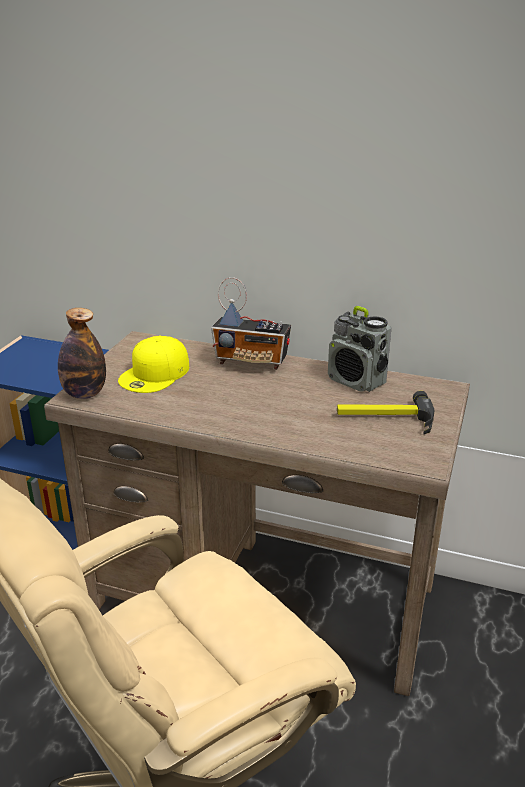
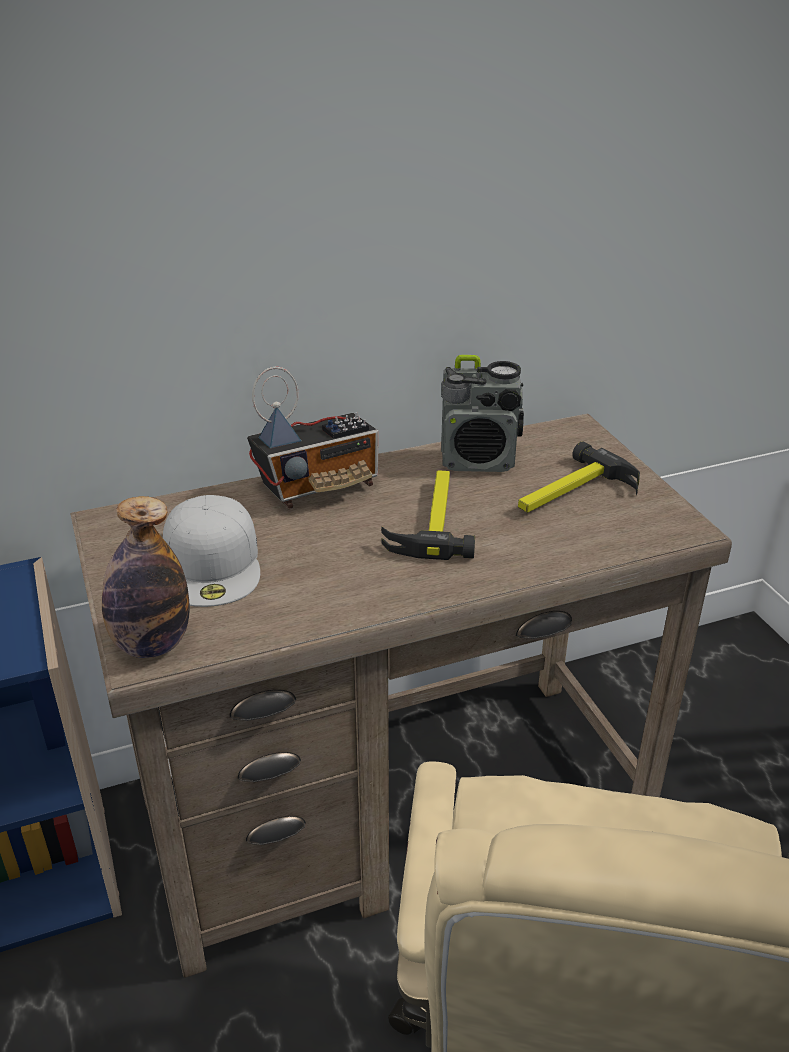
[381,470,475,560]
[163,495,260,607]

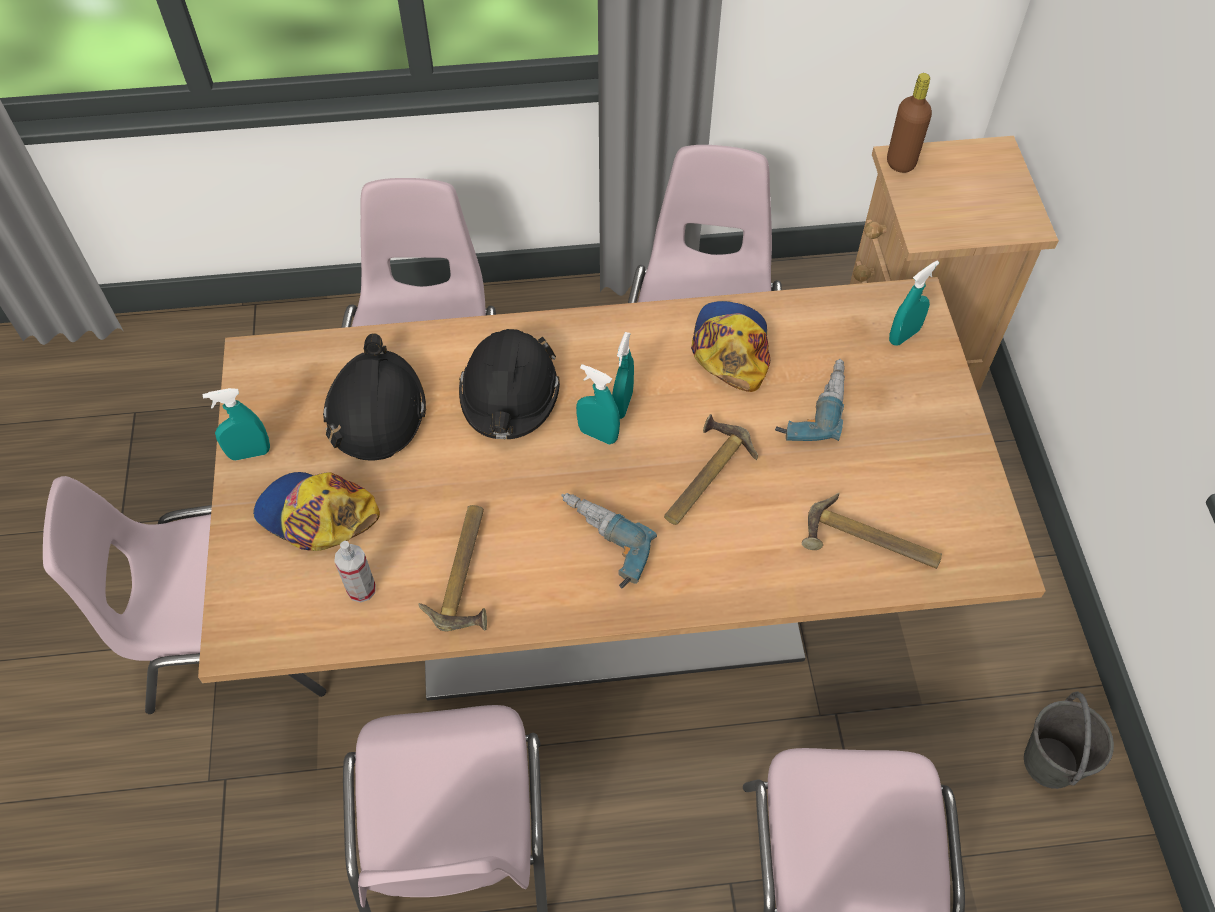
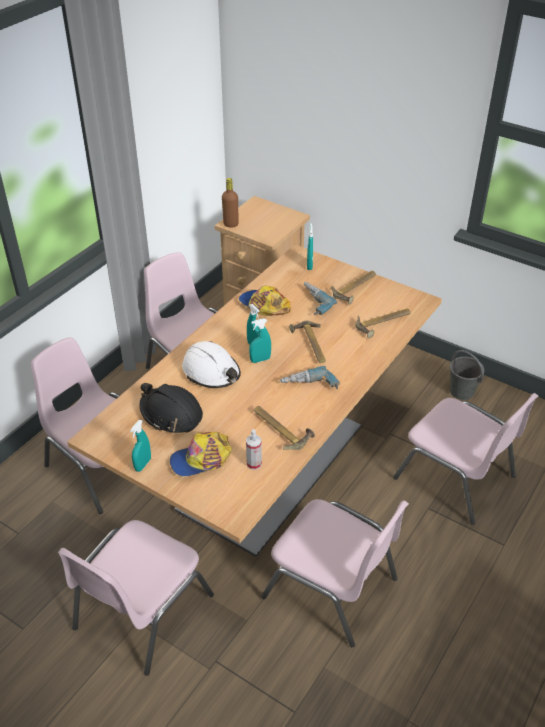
[332,271,376,304]
[182,341,241,388]

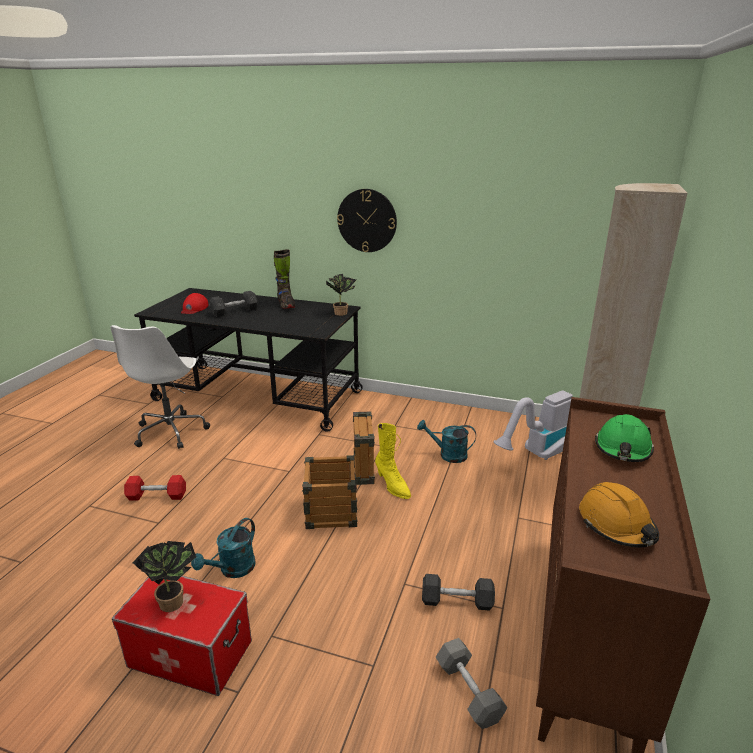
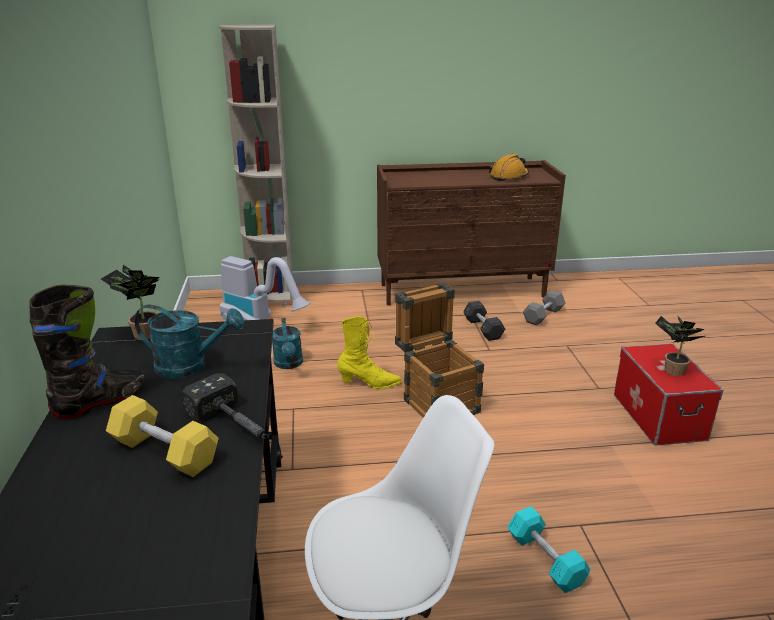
[181,293,208,314] (first image)
[337,189,397,252] (first image)
[595,414,654,462] (first image)
[181,374,269,439]
[134,304,244,379]
[507,506,590,593]
[106,395,219,477]
[337,316,402,389]

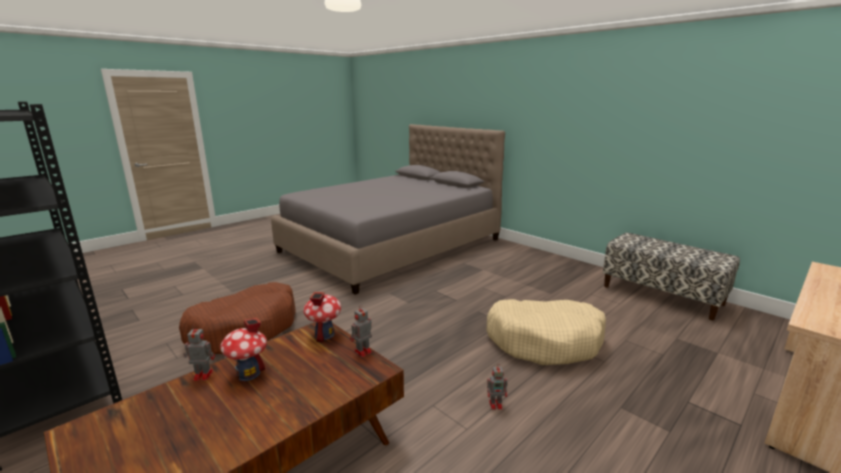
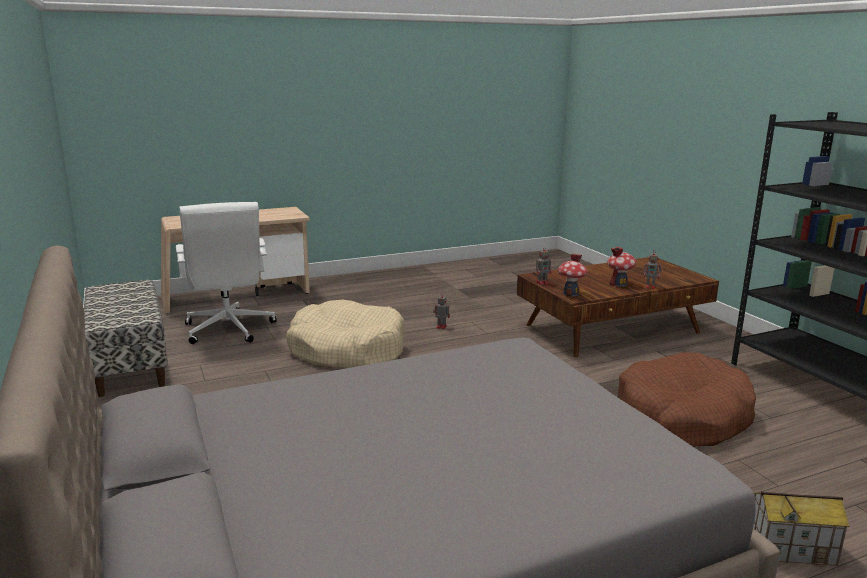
[176,202,277,344]
[753,492,849,567]

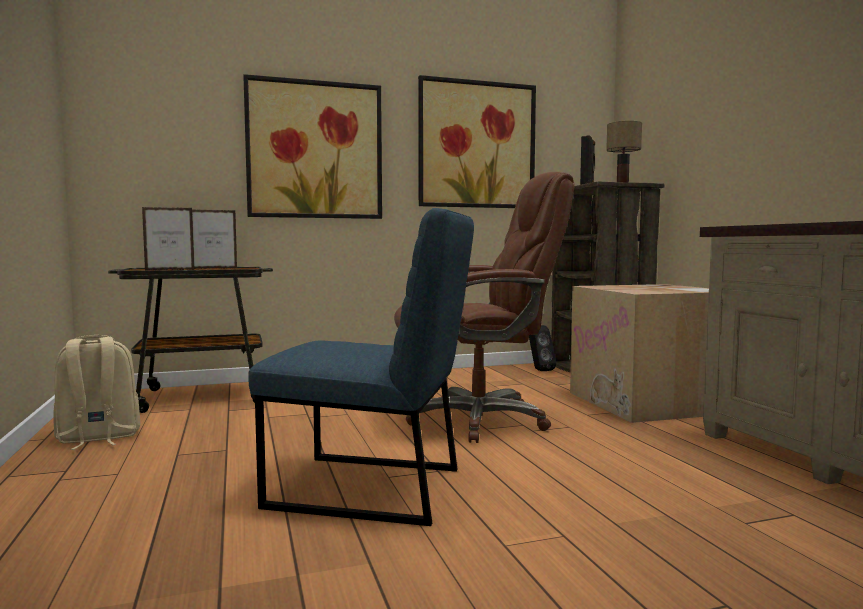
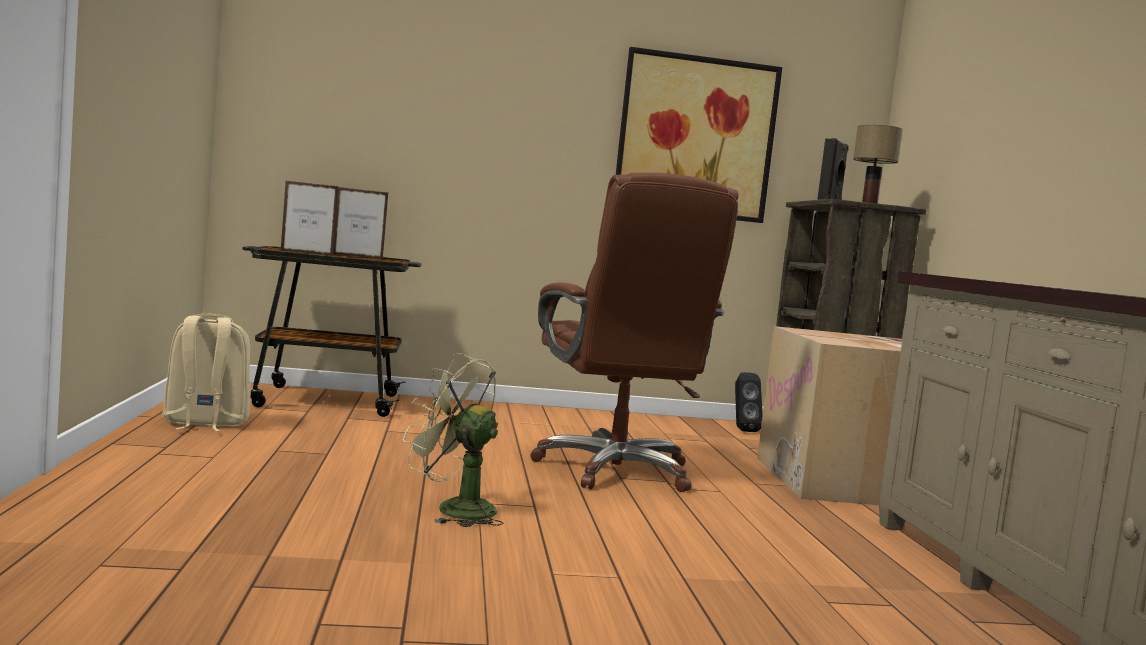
[243,74,382,219] (first image)
[403,353,504,527]
[530,172,739,492]

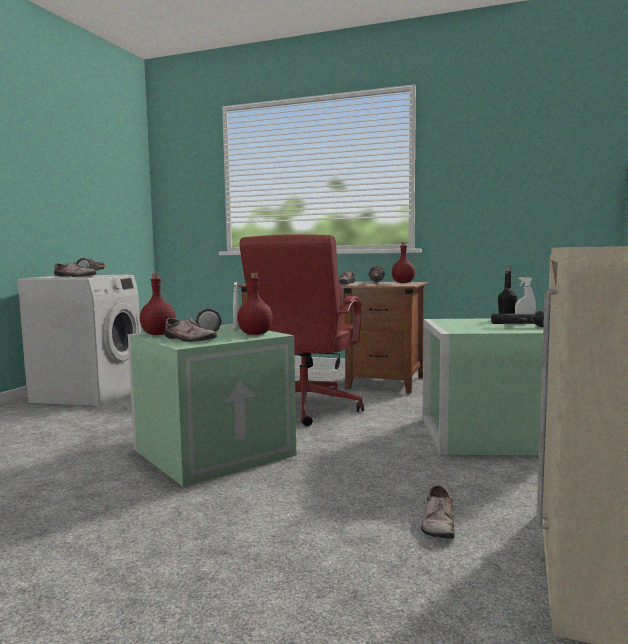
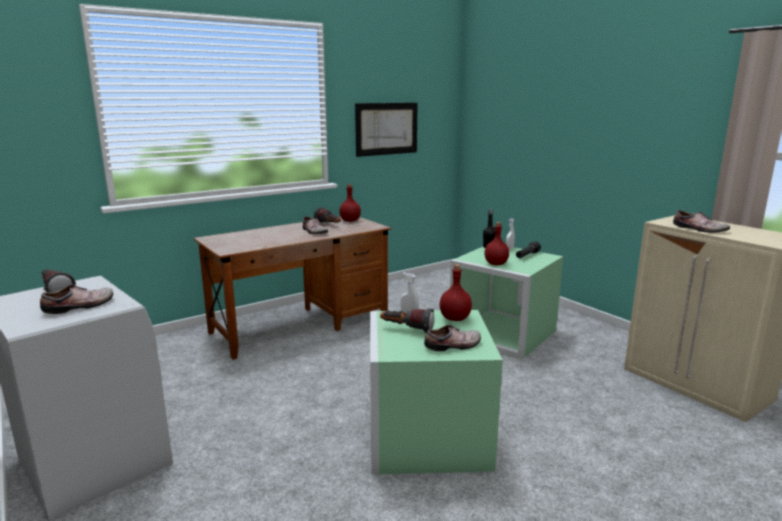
[240,234,364,426] (first image)
[355,103,418,157]
[484,222,509,265]
[673,210,730,233]

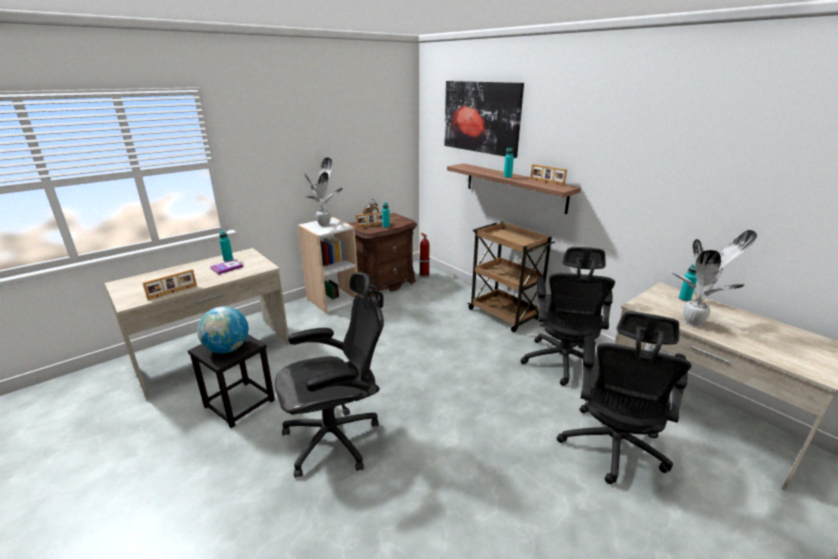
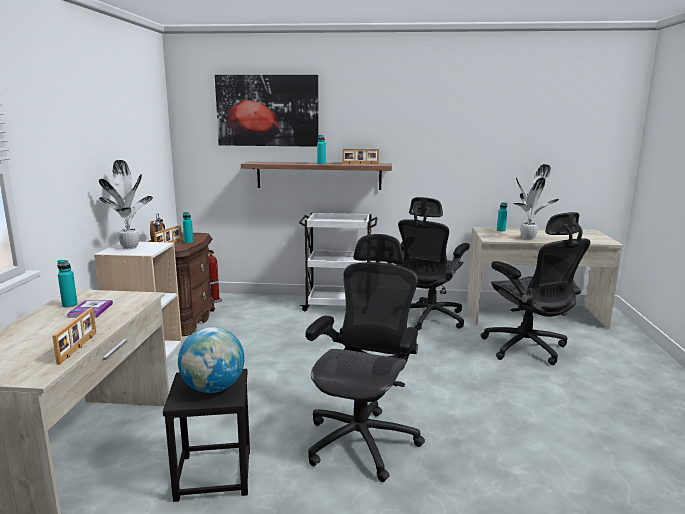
[299,213,378,311]
[396,197,470,330]

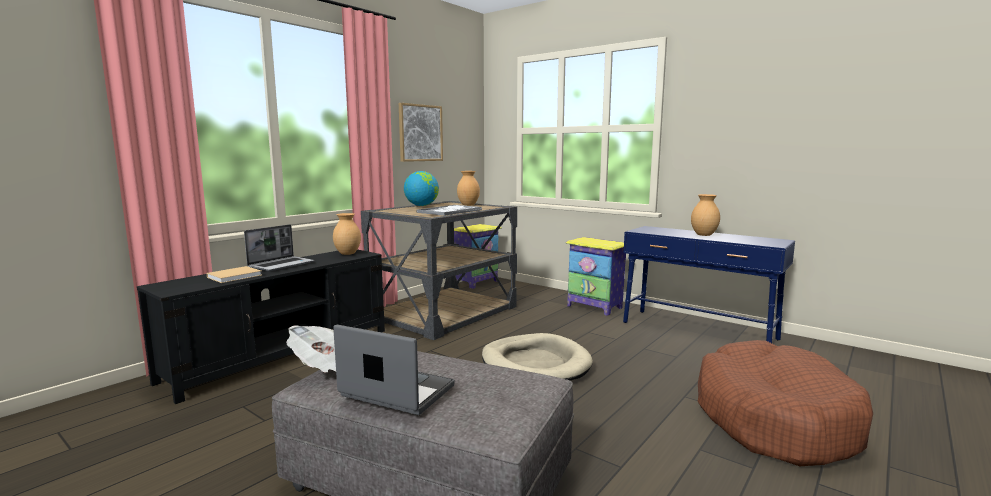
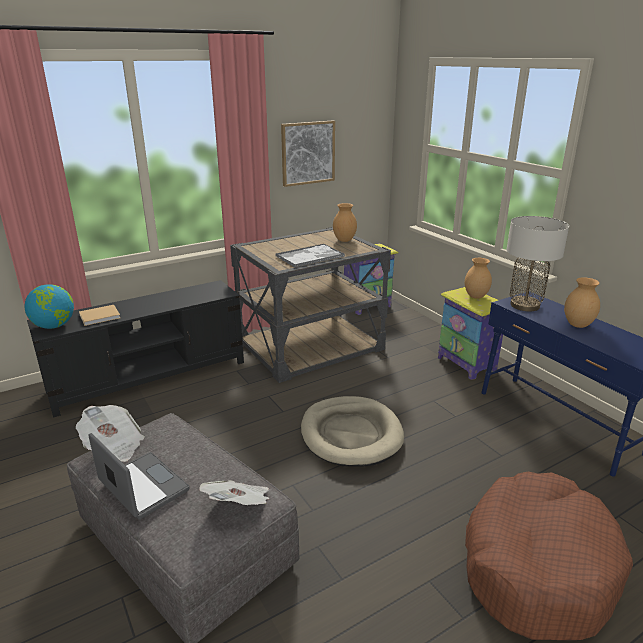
[244,224,314,271] (first image)
[199,480,269,505]
[506,216,569,311]
[465,258,492,299]
[24,284,74,329]

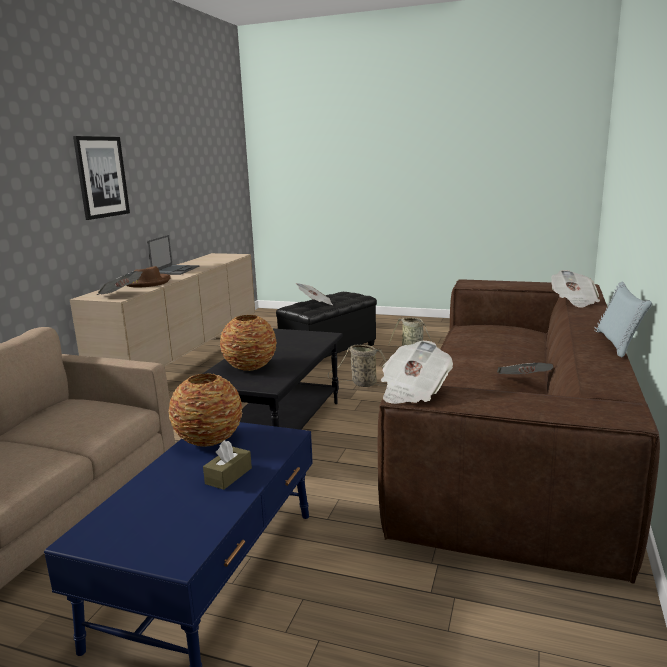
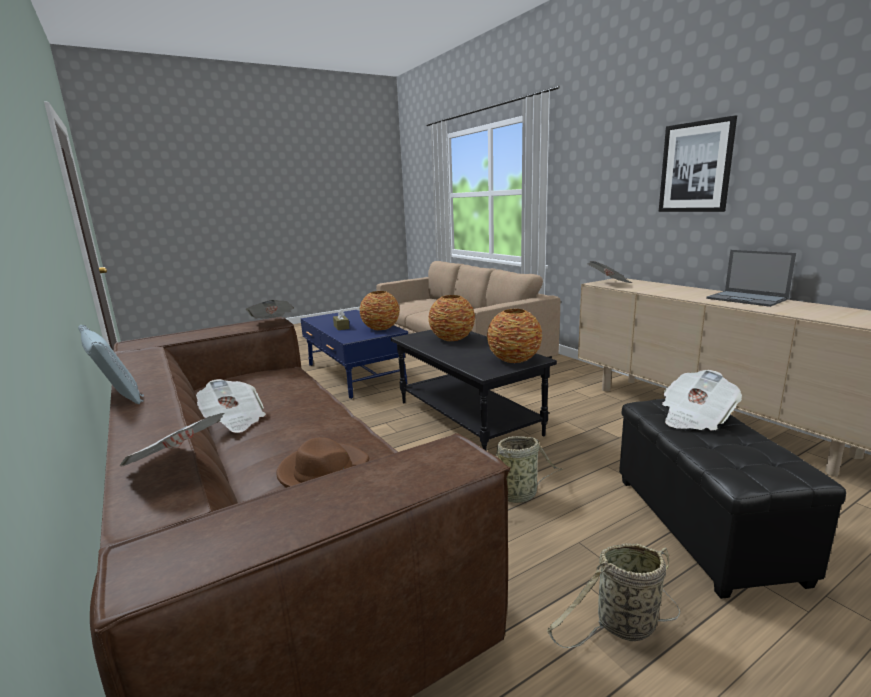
[487,309,542,363]
[276,437,369,487]

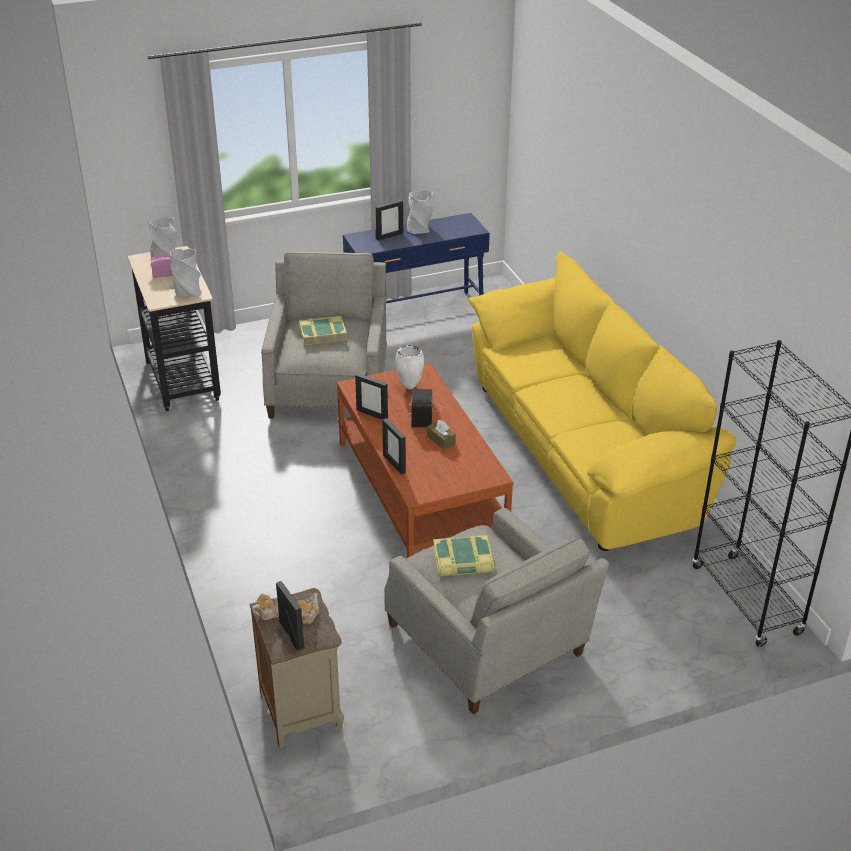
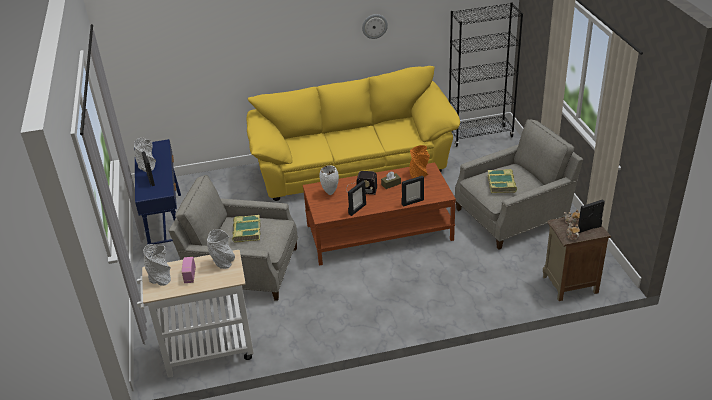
[362,14,388,39]
[409,145,430,178]
[137,250,254,377]

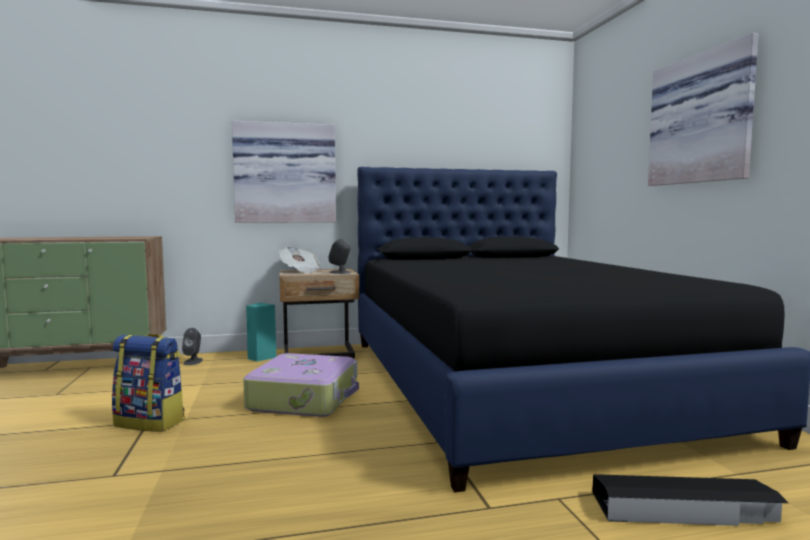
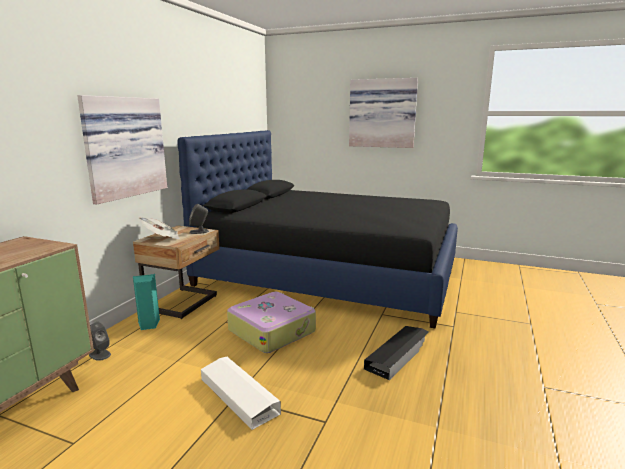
[364,326,429,380]
[201,357,281,430]

